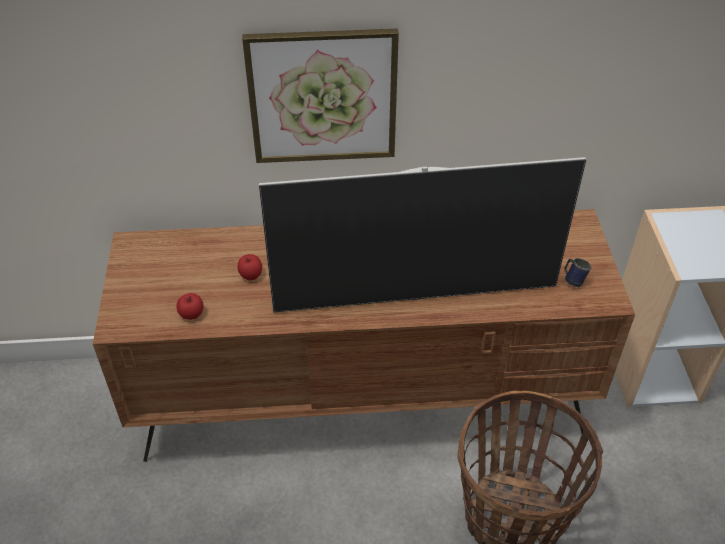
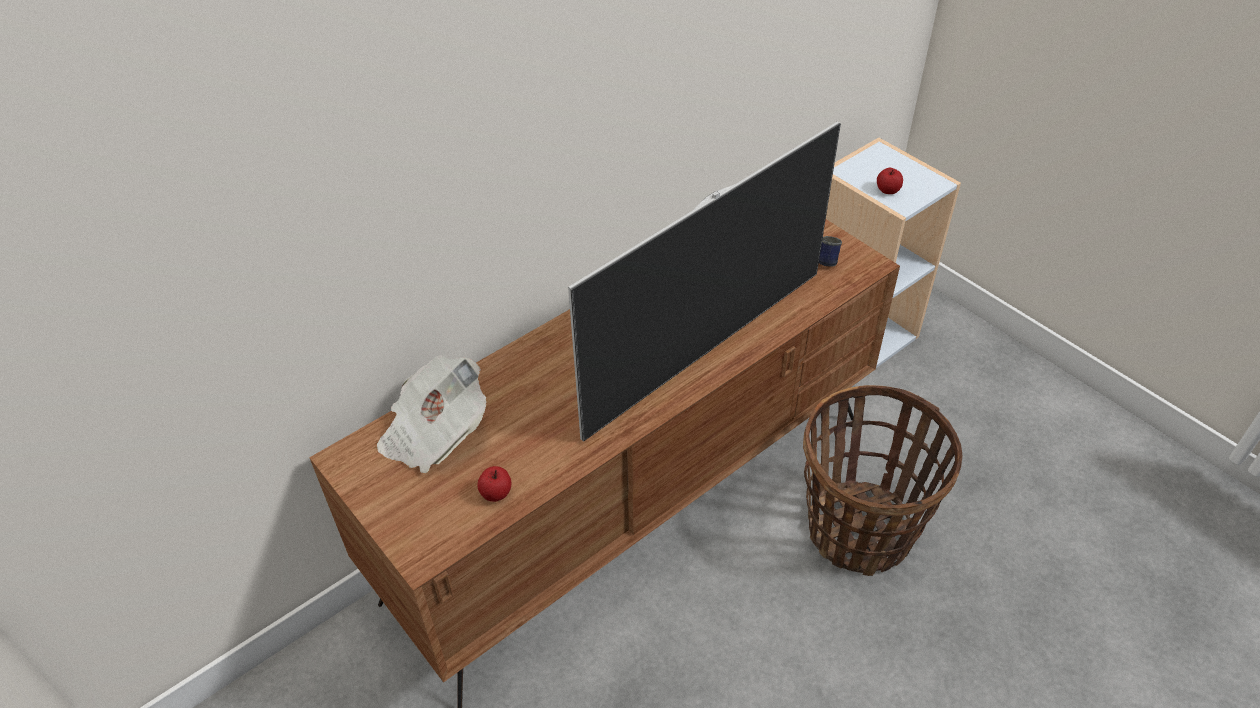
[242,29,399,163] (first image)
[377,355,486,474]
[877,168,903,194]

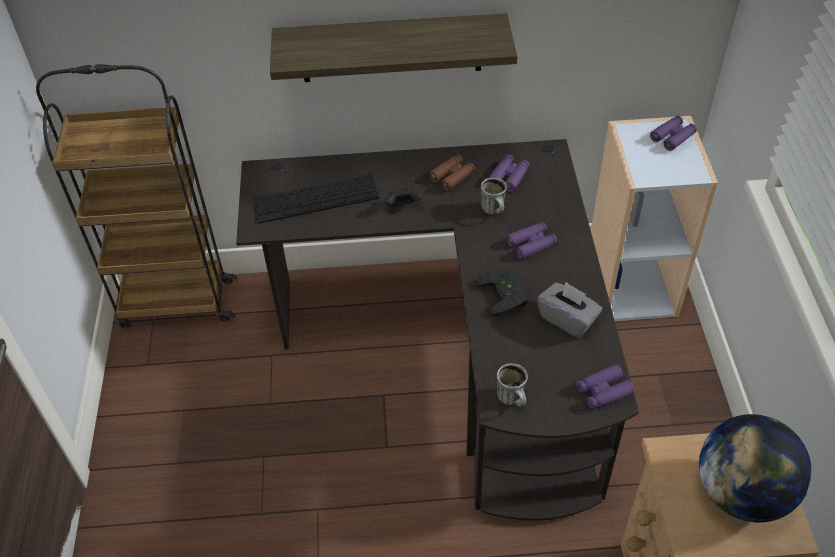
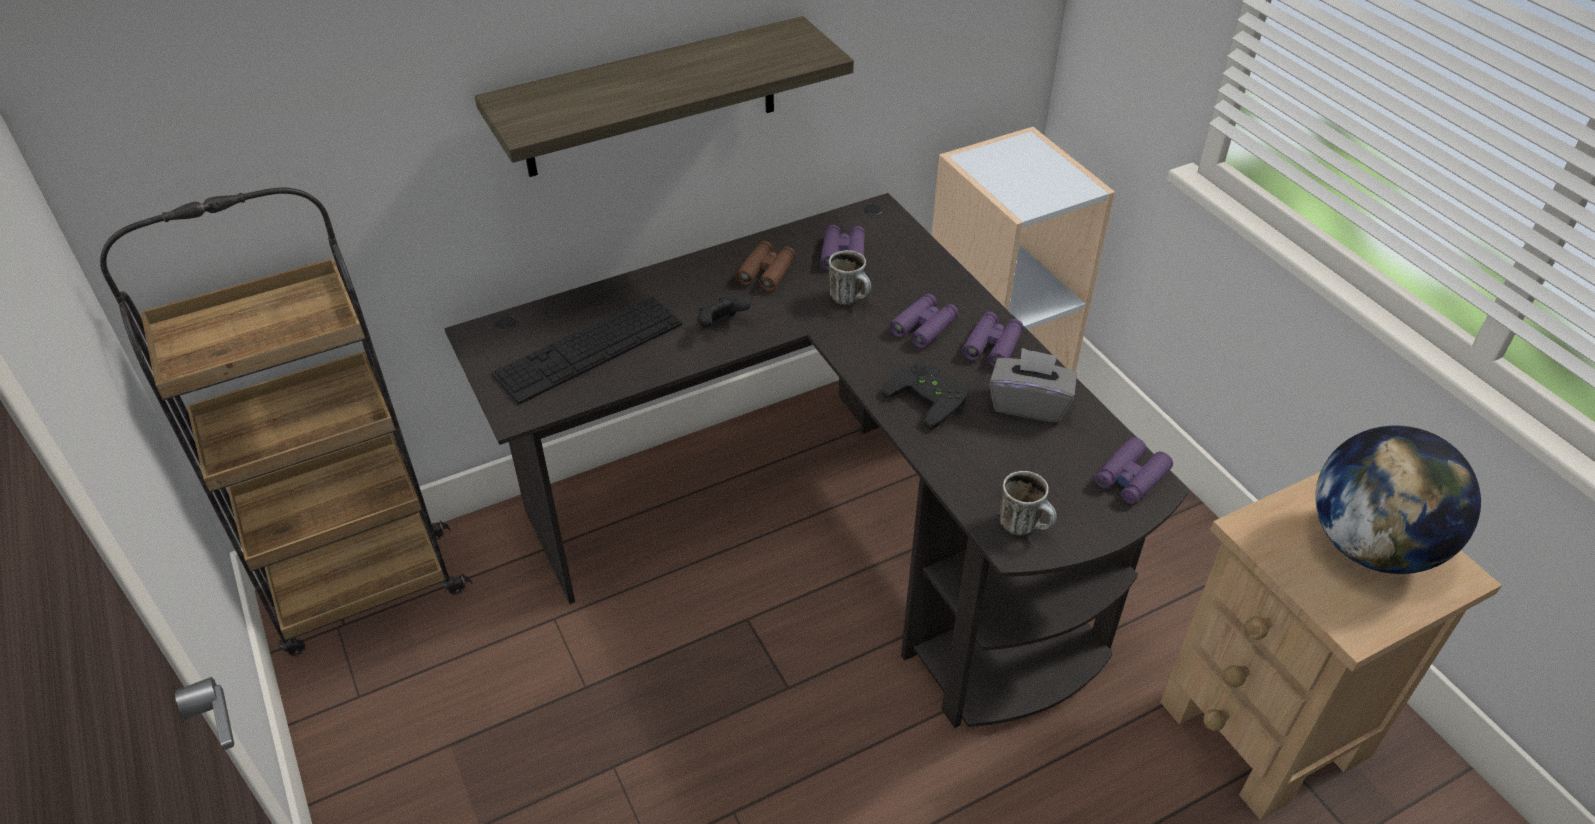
[962,312,1023,367]

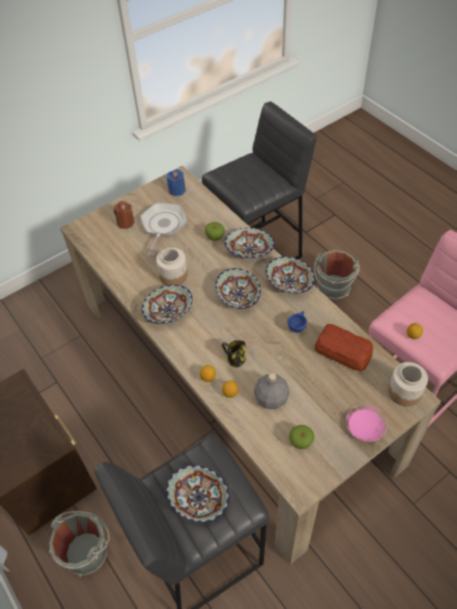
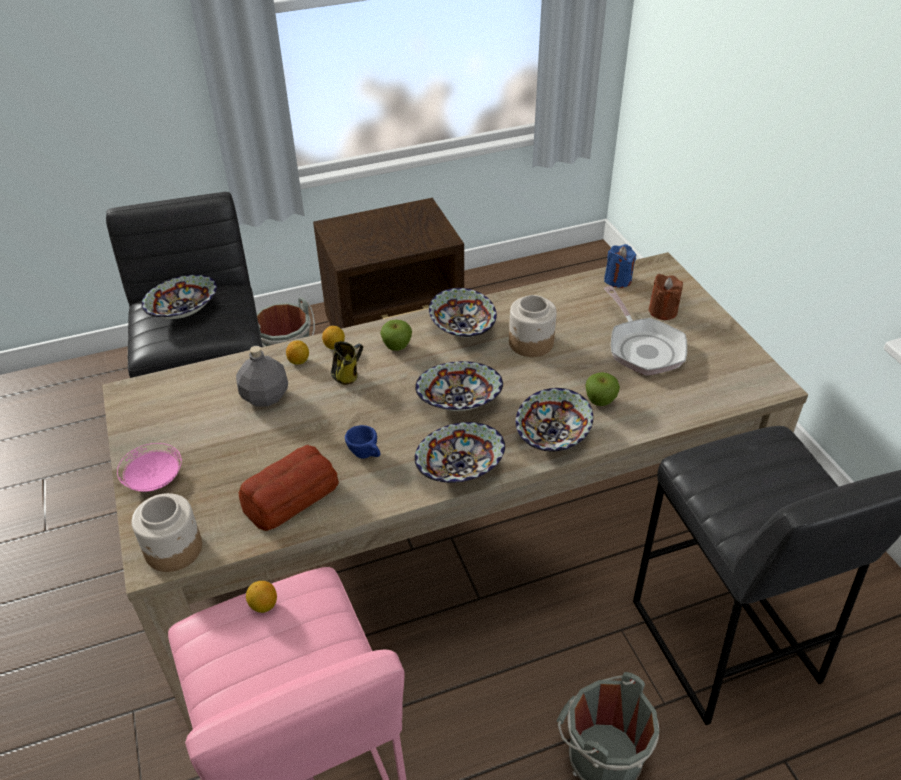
[604,244,636,288]
[380,320,412,351]
[603,286,687,376]

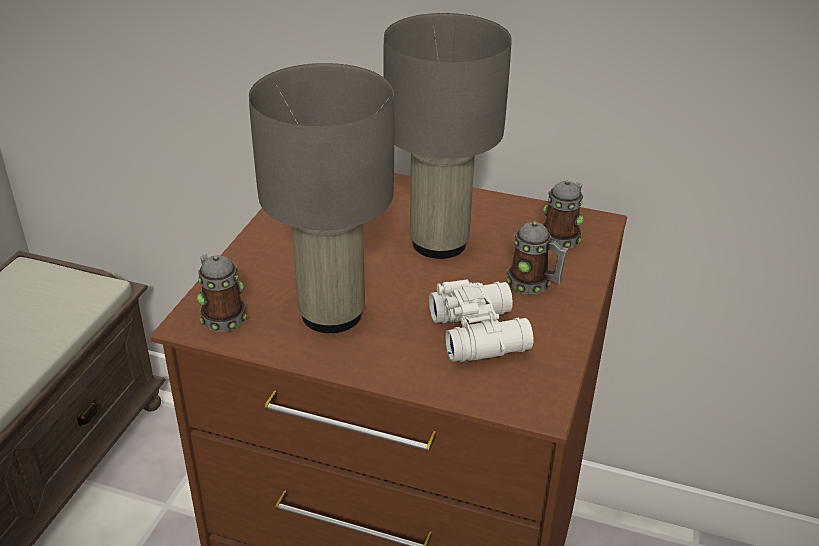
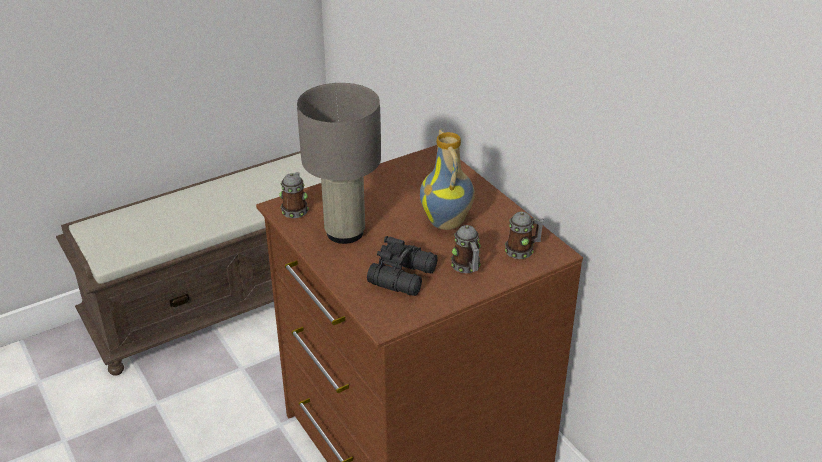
[420,129,475,230]
[367,236,438,296]

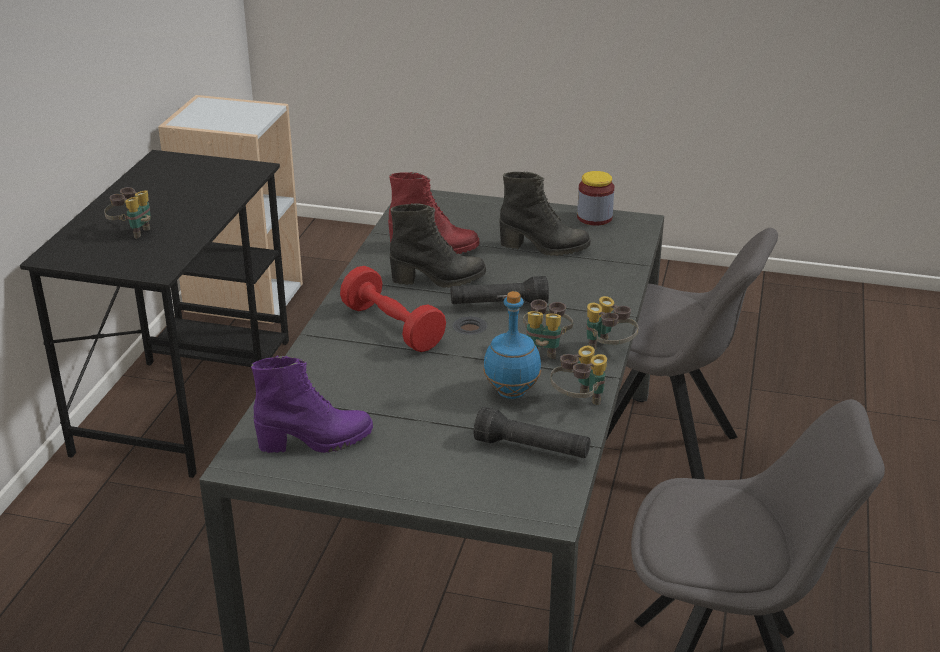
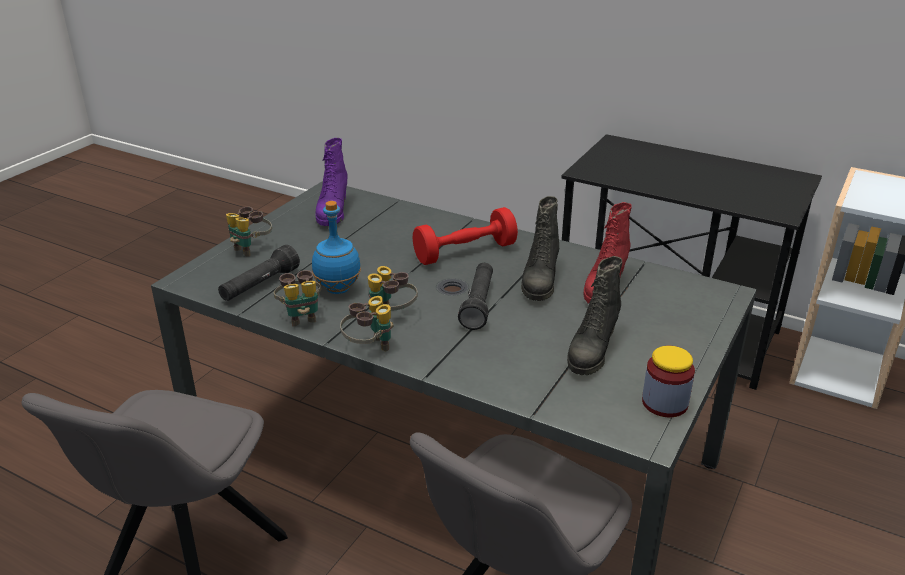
[226,207,272,257]

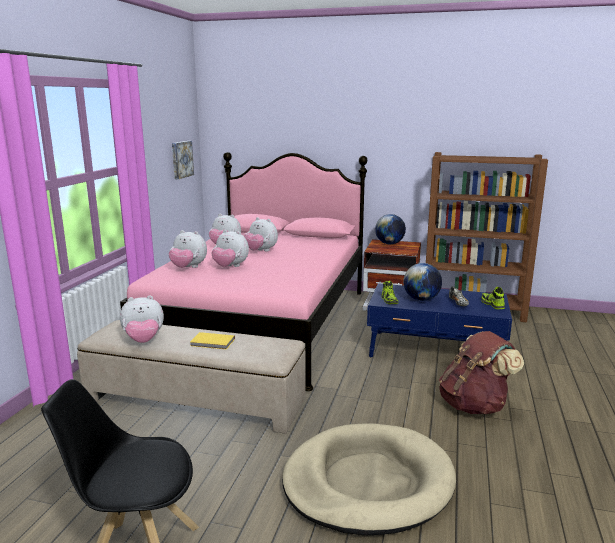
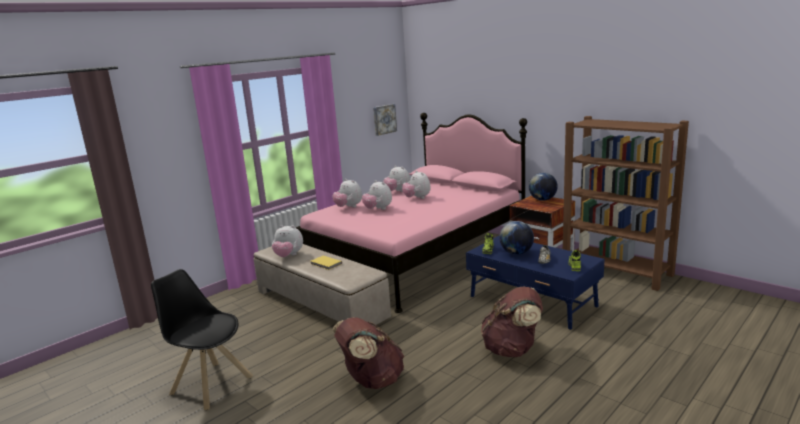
[333,317,405,389]

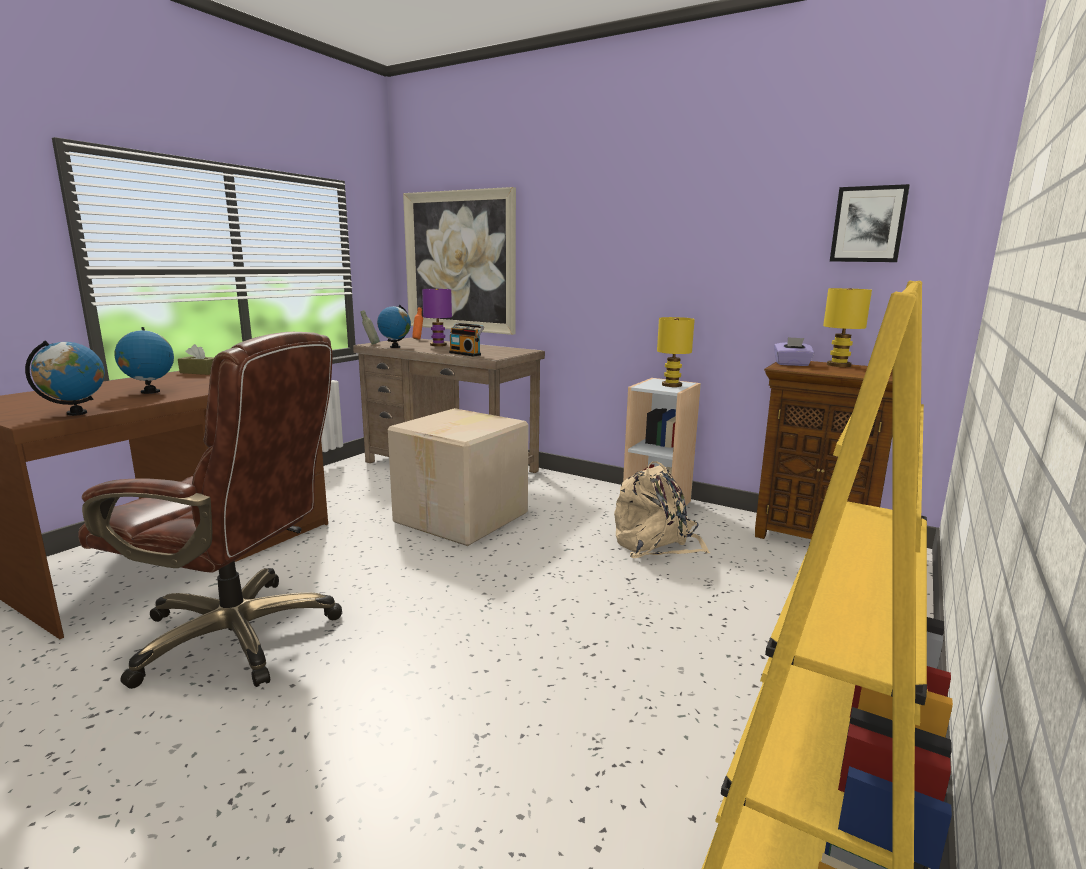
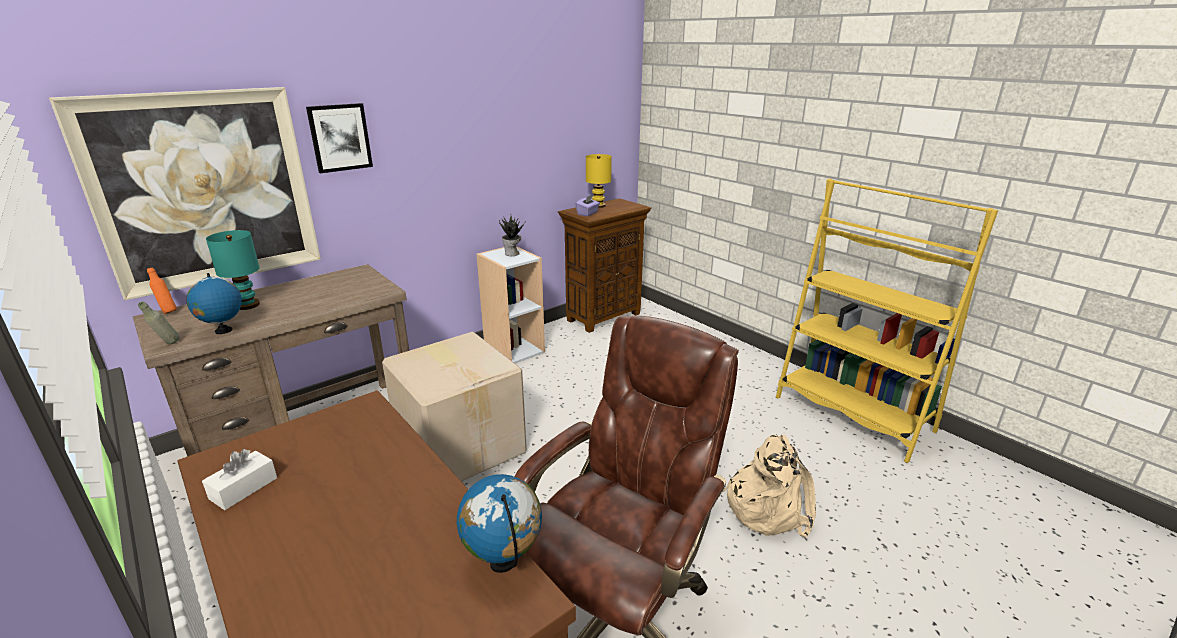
[114,327,174,394] (first image)
[449,323,484,356] (first image)
[722,434,816,537]
[306,103,373,173]
[499,216,526,256]
[202,449,277,510]
[206,230,260,310]

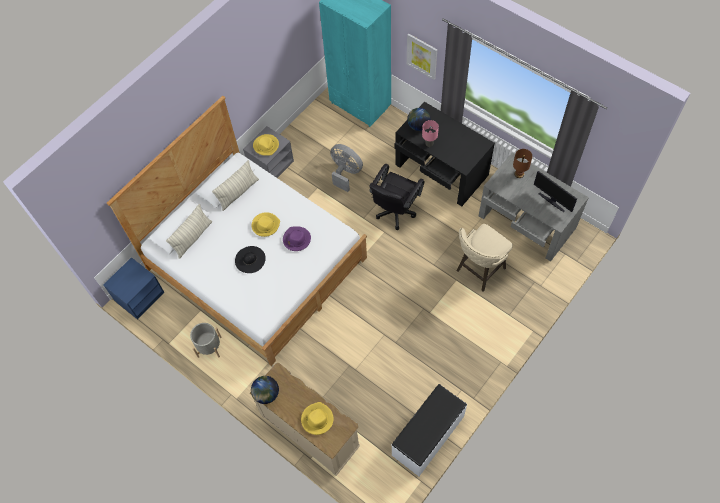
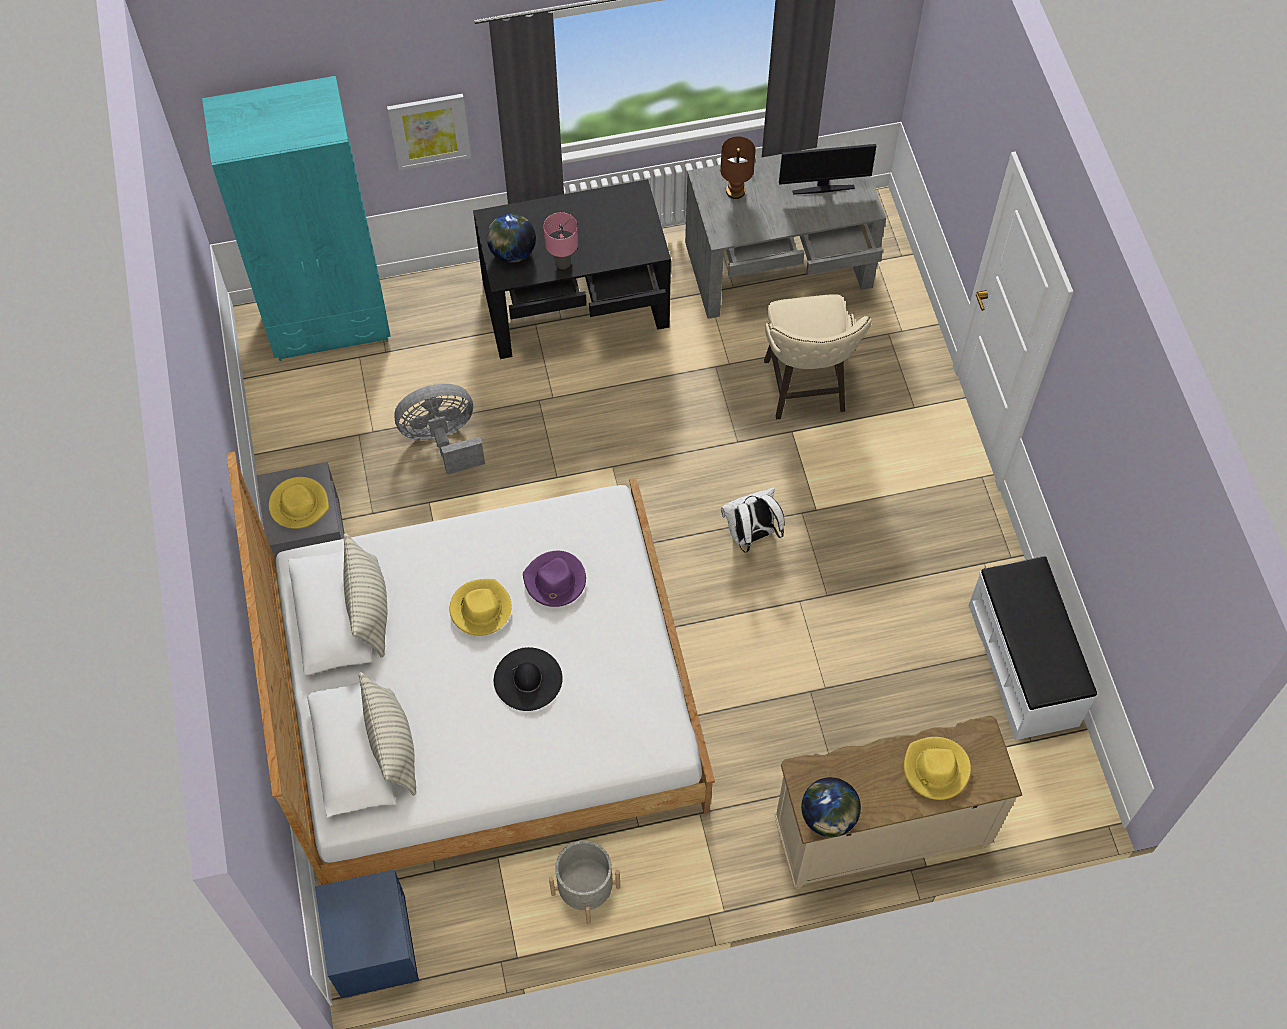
[369,164,424,230] (first image)
[721,487,784,553]

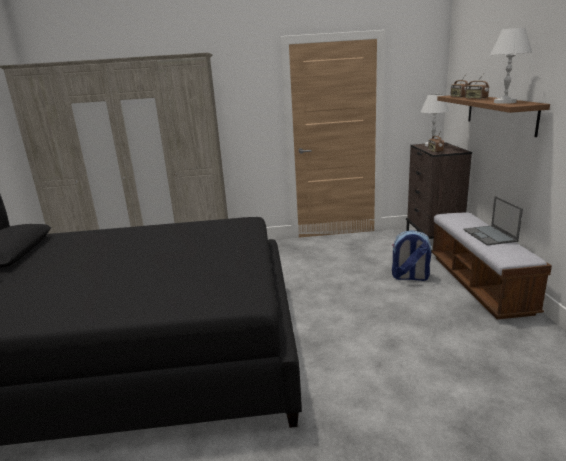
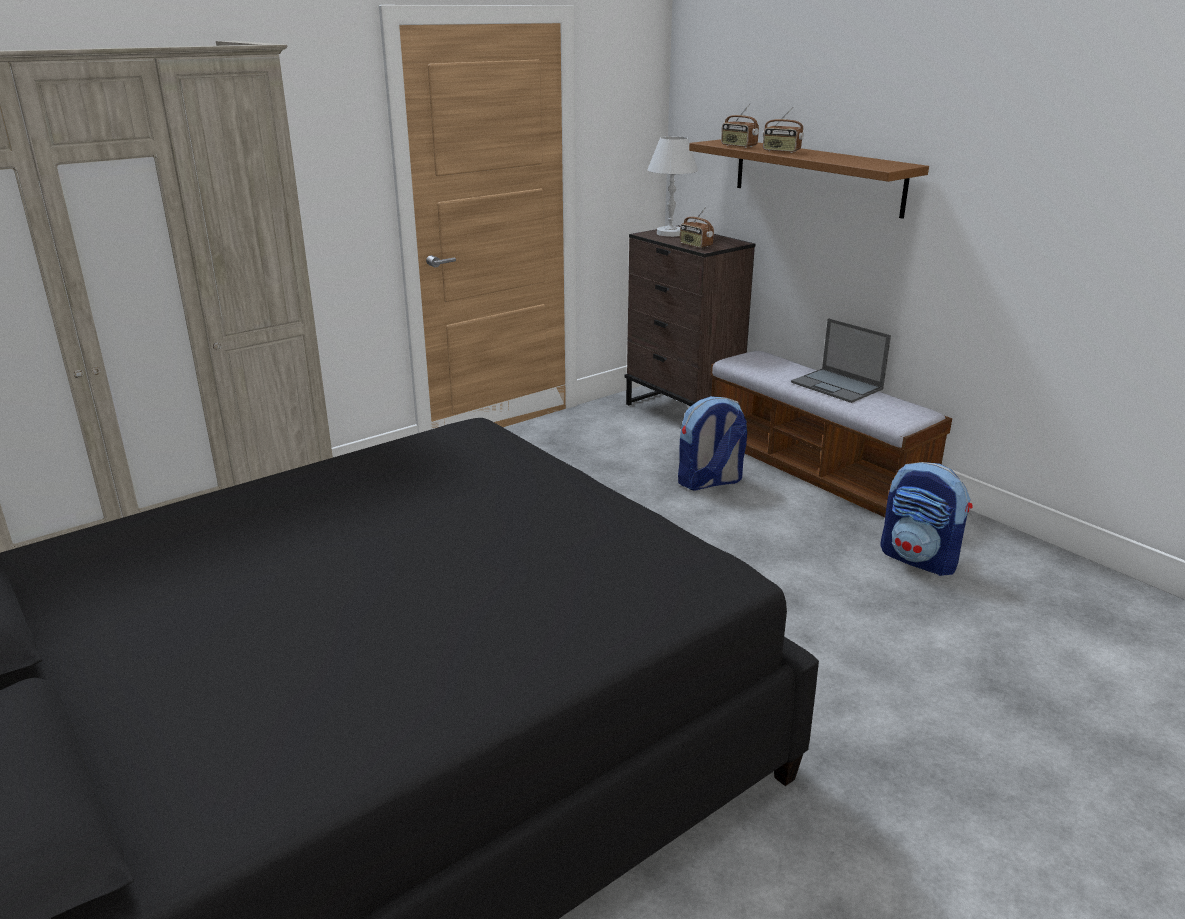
[490,28,532,104] (first image)
[880,462,972,576]

